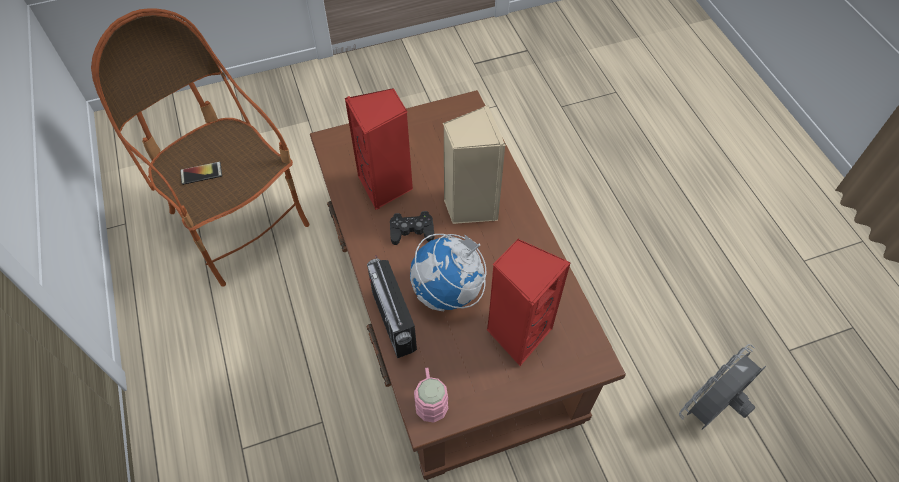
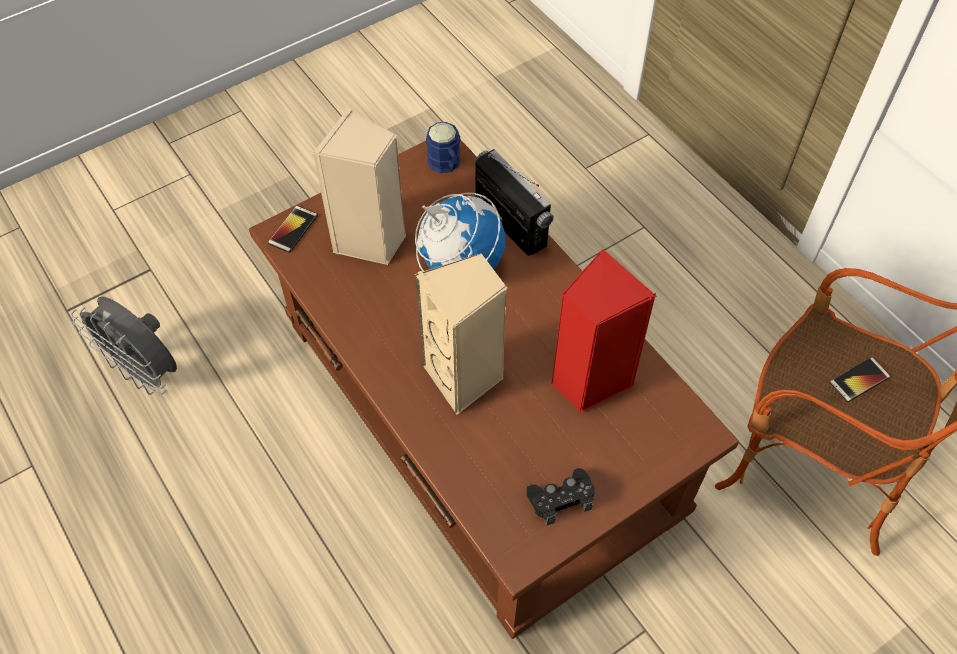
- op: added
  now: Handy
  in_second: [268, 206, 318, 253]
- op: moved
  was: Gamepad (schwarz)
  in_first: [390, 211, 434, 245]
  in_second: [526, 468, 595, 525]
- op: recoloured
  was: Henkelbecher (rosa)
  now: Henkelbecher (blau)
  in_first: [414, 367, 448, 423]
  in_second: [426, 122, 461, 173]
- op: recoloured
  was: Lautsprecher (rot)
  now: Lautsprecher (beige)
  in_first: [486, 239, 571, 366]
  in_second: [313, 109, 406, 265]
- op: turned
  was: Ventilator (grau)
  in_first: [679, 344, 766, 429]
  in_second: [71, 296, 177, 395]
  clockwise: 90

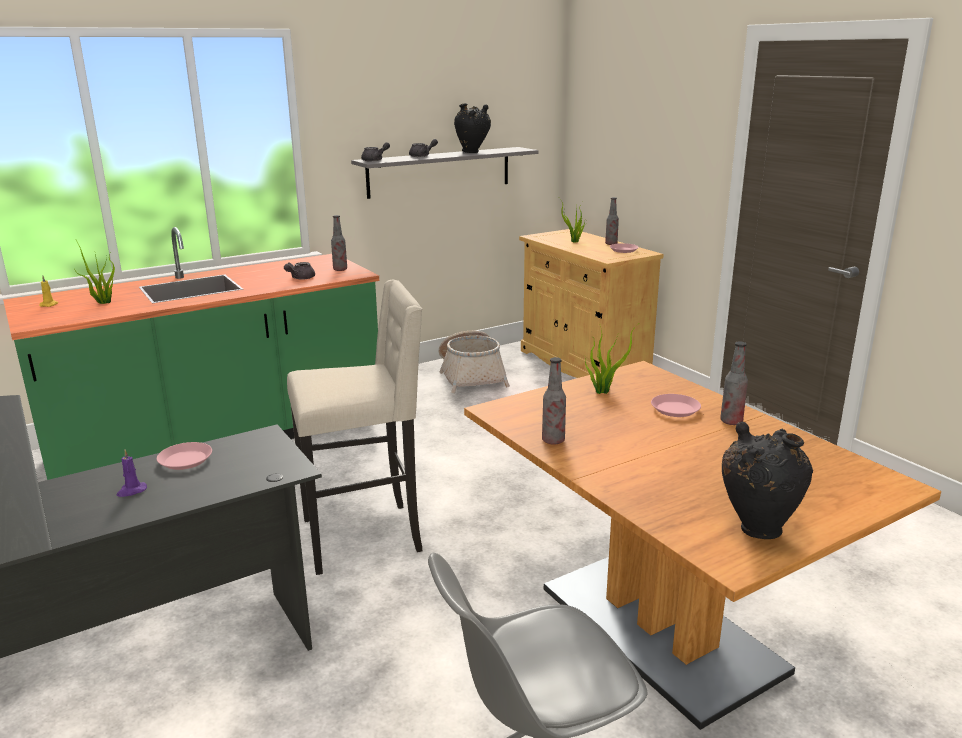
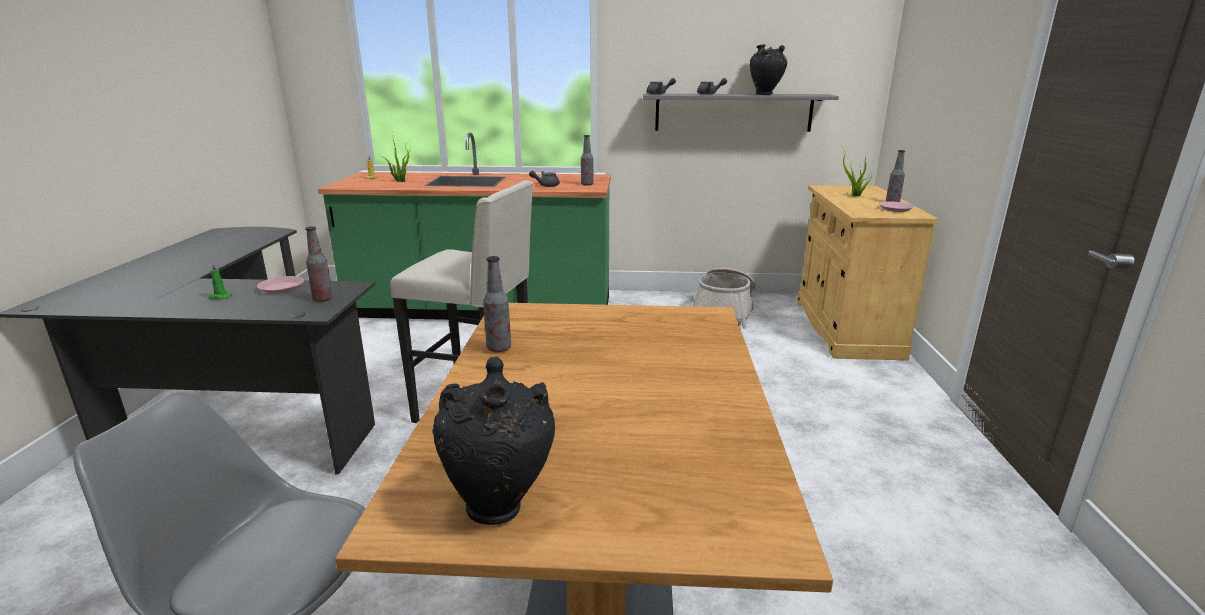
- op: removed
  was: Topfpflanze
  in_first: [585, 325, 637, 394]
- op: removed
  was: Teller (rosa)
  in_first: [651, 394, 701, 417]
- op: moved
  was: Flasche
  in_first: [720, 341, 748, 425]
  in_second: [305, 226, 333, 302]
- op: recoloured
  was: Kerze (lila)
  now: Kerze (grün)
  in_first: [117, 450, 147, 497]
  in_second: [208, 263, 233, 300]

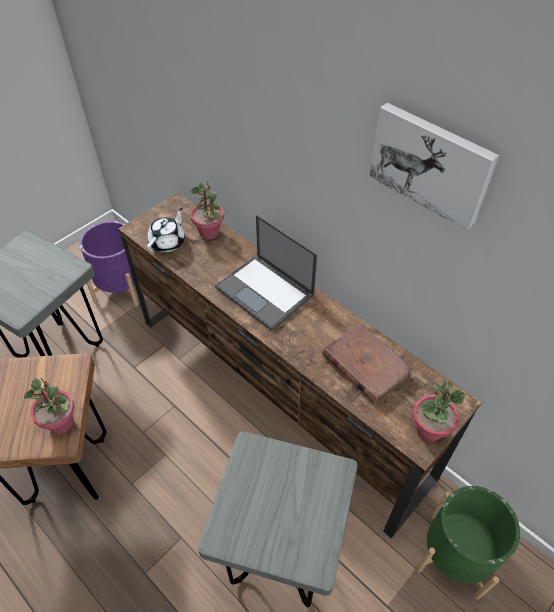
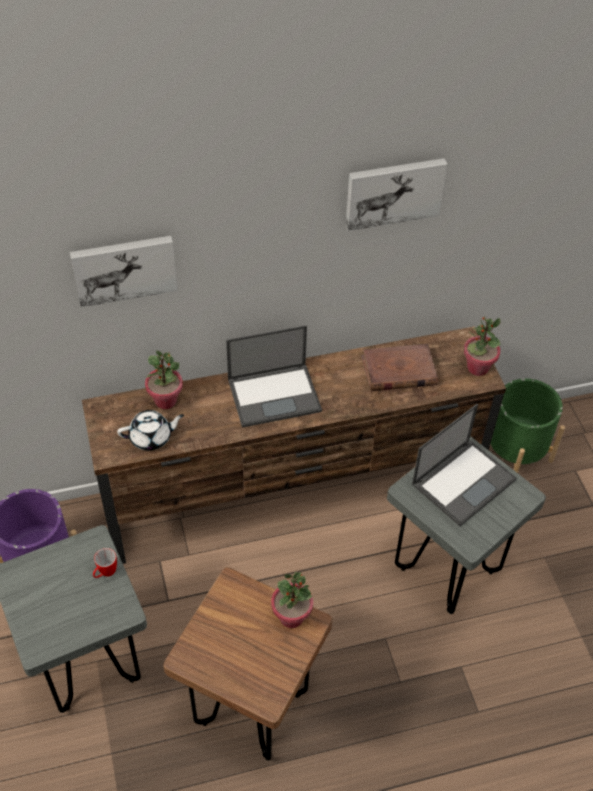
- op: added
  now: Bild
  in_second: [70, 236, 177, 307]
- op: added
  now: Henkelbecher
  in_second: [93, 548, 117, 578]
- op: added
  now: Laptop
  in_second: [412, 404, 516, 526]
- op: turned
  was: Teekanne (weiß)
  in_first: [147, 208, 185, 252]
  in_second: [117, 410, 184, 450]
  clockwise: 105

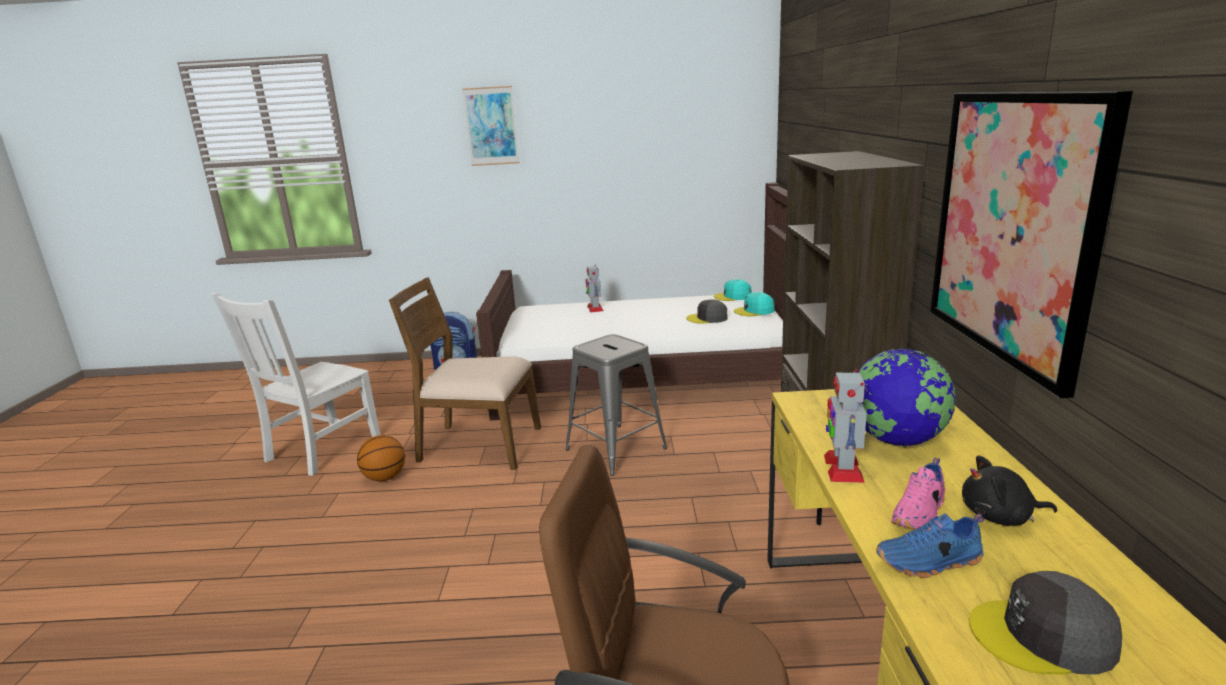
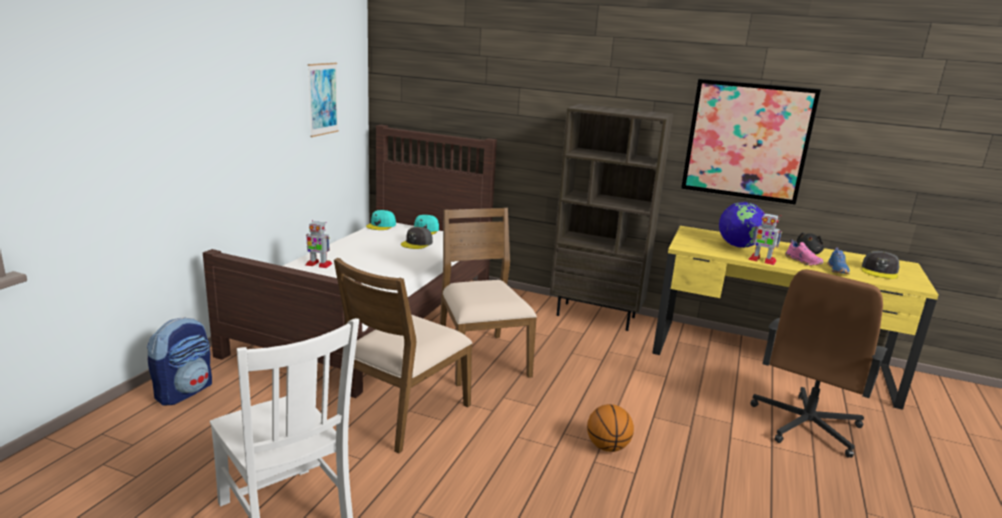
- op: moved
  was: Basketball
  in_first: [357, 435, 405, 481]
  in_second: [587, 404, 634, 452]
- op: moved
  was: Bild
  in_first: [462, 86, 519, 166]
  in_second: [308, 63, 339, 137]
- op: replaced
  was: Hocker (grau)
  now: Stuhl (braun)
  in_first: [565, 334, 667, 476]
  in_second: [440, 208, 537, 386]

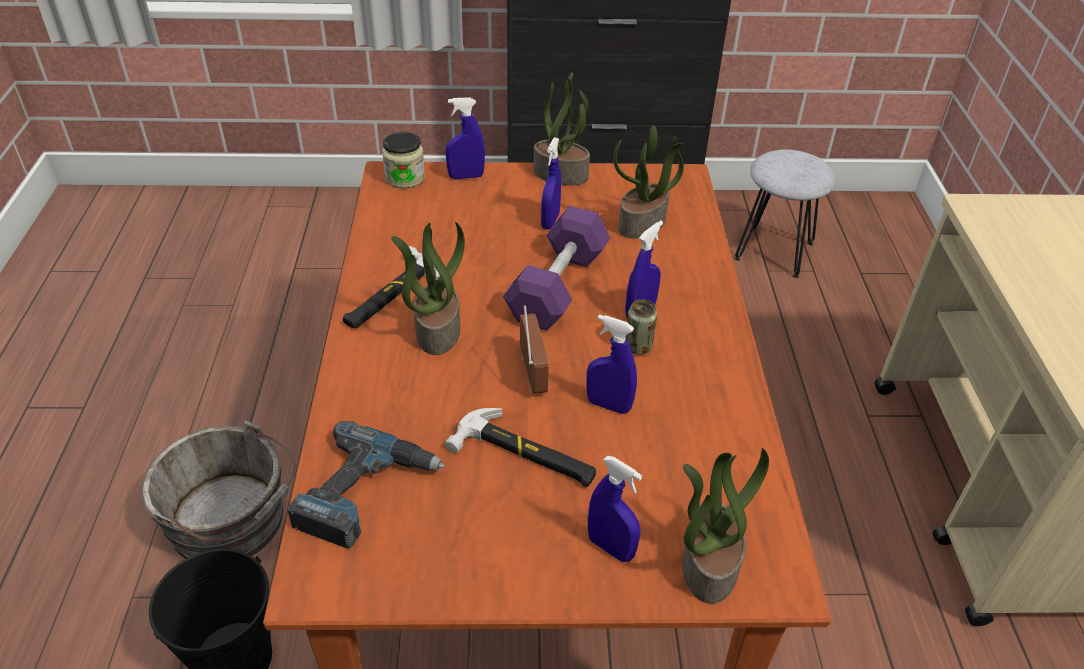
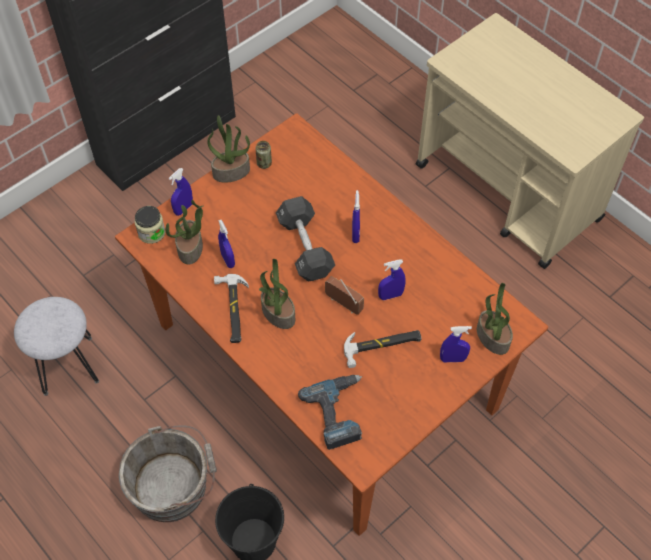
- op: moved
  was: Sprühflasche (blau)
  in_first: [541, 137, 561, 229]
  in_second: [218, 220, 235, 268]
- op: moved
  was: Topfpflanze
  in_first: [613, 125, 684, 239]
  in_second: [166, 200, 204, 264]
- op: moved
  was: Dose
  in_first: [625, 300, 657, 355]
  in_second: [255, 141, 272, 169]
- op: moved
  was: Hocker (grau)
  in_first: [735, 150, 836, 278]
  in_second: [14, 297, 99, 396]
- op: recoloured
  was: Hantel (lila)
  now: Hantel (schwarz)
  in_first: [503, 206, 610, 331]
  in_second: [276, 196, 335, 281]

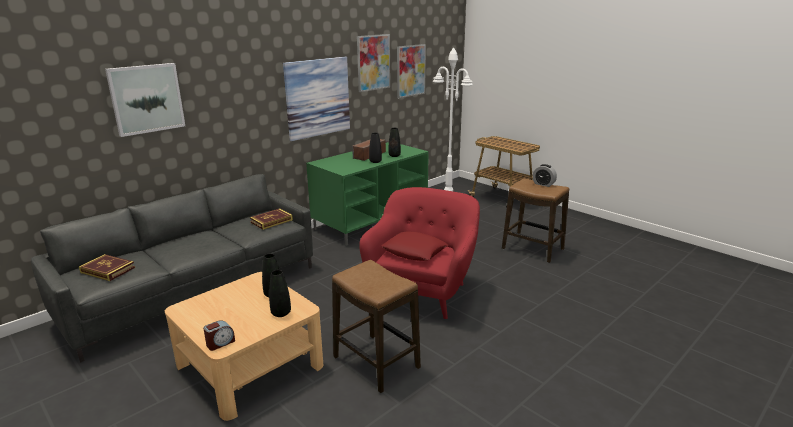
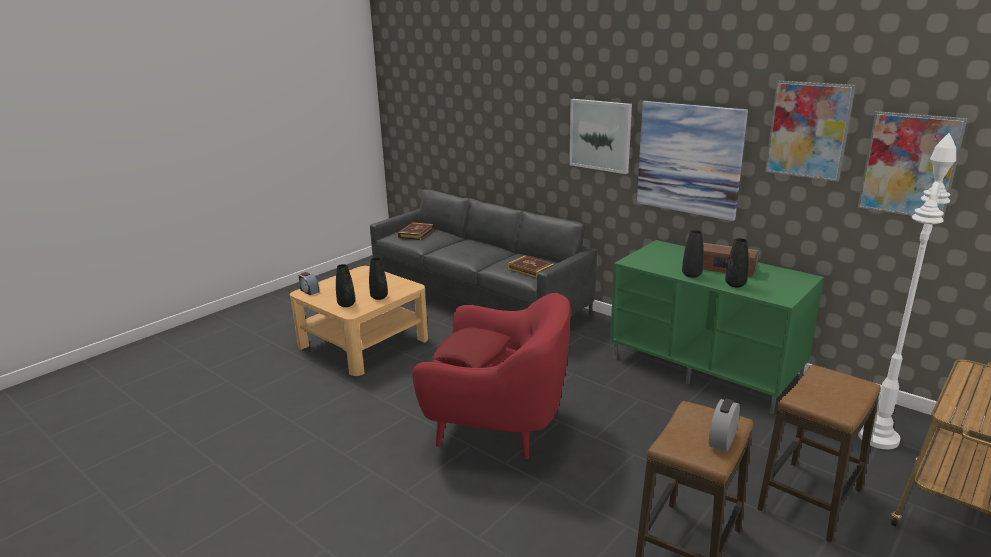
- op: moved
  was: Bild
  in_first: [105, 63, 185, 137]
  in_second: [569, 99, 632, 174]
- op: moved
  was: Hocker
  in_first: [332, 260, 421, 393]
  in_second: [757, 365, 881, 543]

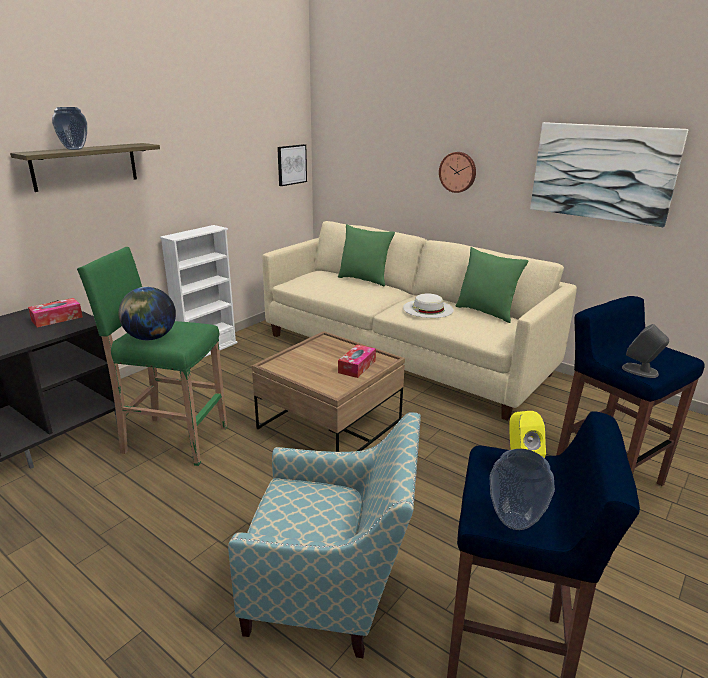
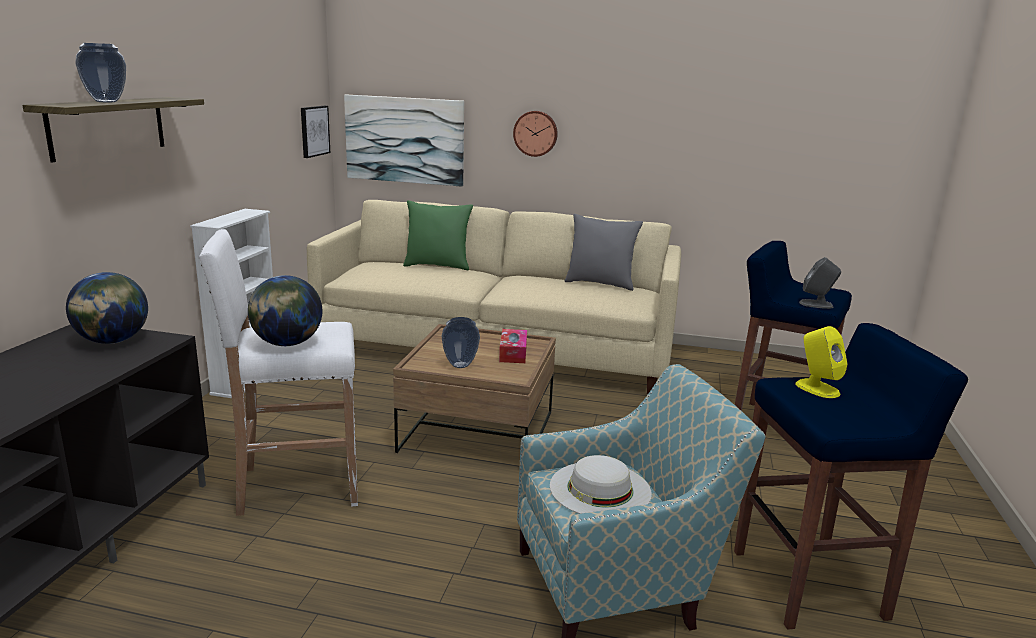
- op: moved
  was: Hut (weiß)
  in_first: [403, 293, 454, 318]
  in_second: [550, 455, 652, 514]
- op: moved
  was: Vase
  in_first: [490, 449, 555, 530]
  in_second: [441, 317, 480, 368]
- op: moved
  was: Bild
  in_first: [530, 122, 689, 227]
  in_second: [344, 95, 464, 187]
- op: replaced
  was: Taschentuchbox
  now: Globus
  in_first: [28, 298, 83, 327]
  in_second: [66, 272, 148, 344]
- op: recoloured
  was: Hocker (grün)
  now: Hocker (weiß)
  in_first: [77, 247, 227, 466]
  in_second: [199, 229, 358, 516]
- op: recoloured
  was: Kissen (grün)
  now: Kissen (grau)
  in_first: [456, 247, 528, 323]
  in_second: [564, 214, 643, 291]

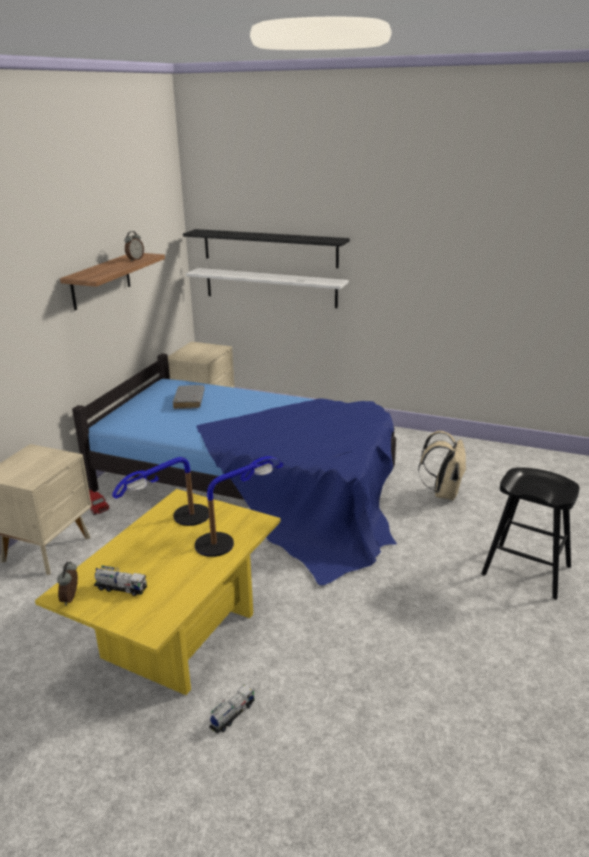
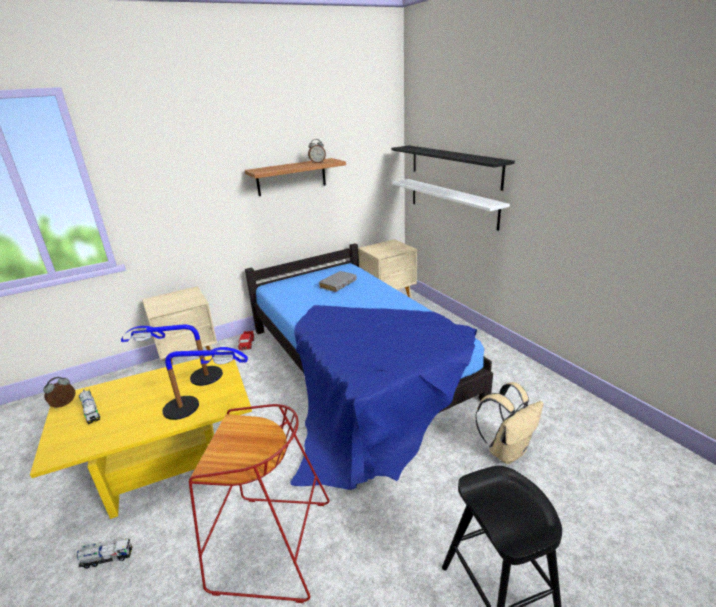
- op: added
  now: Hocker (rot)
  in_second: [189, 404, 330, 603]

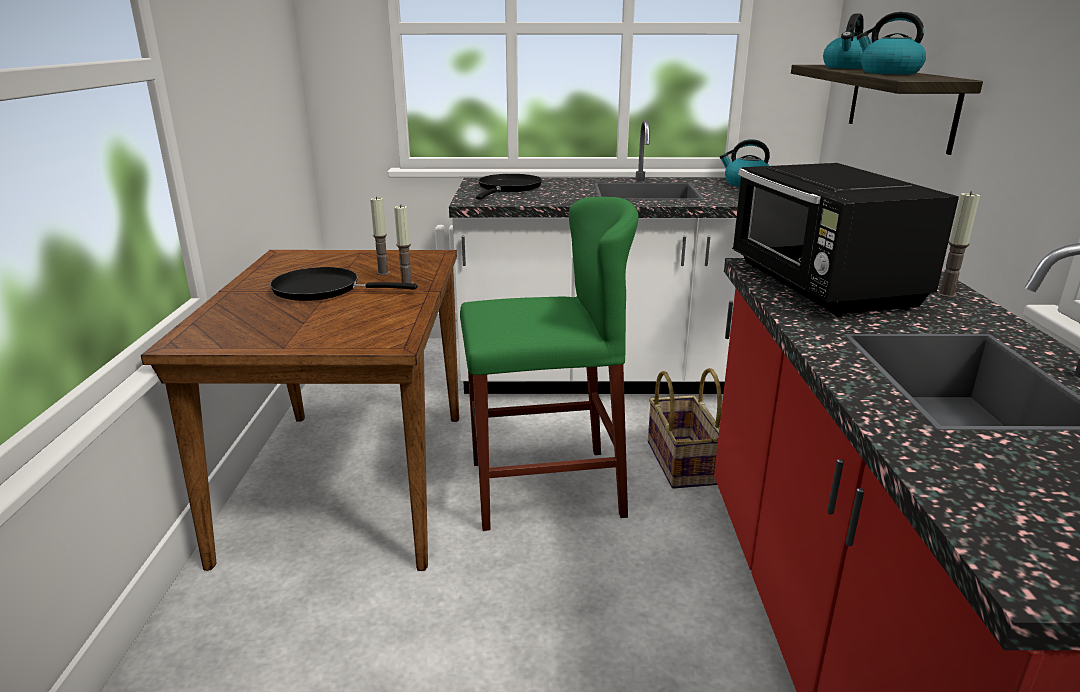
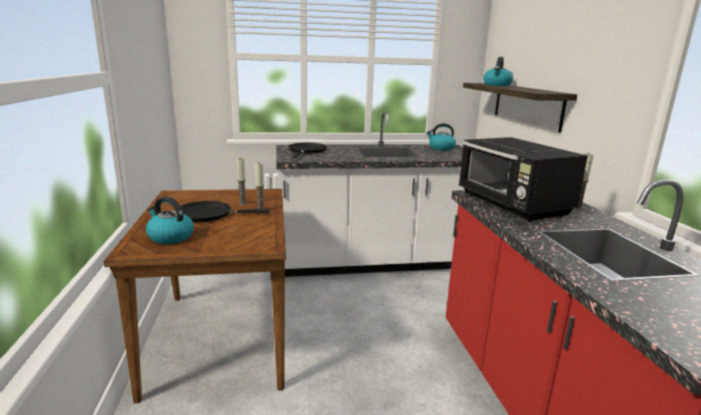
- op: removed
  was: Hocker (grün)
  in_first: [460, 197, 638, 531]
- op: removed
  was: Korb
  in_first: [648, 368, 722, 489]
- op: moved
  was: Wasserkessel
  in_first: [857, 12, 926, 74]
  in_second: [146, 197, 194, 244]

